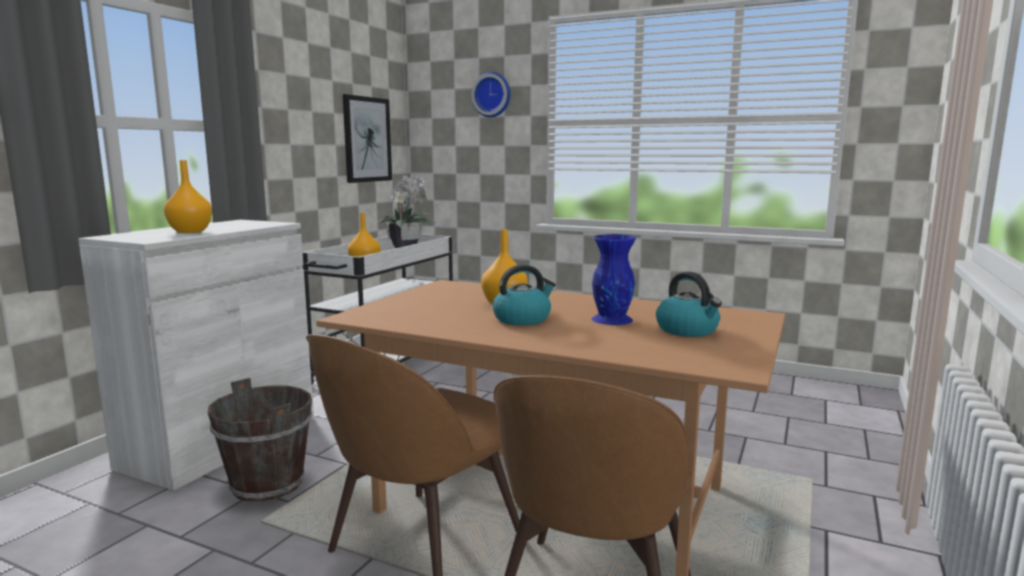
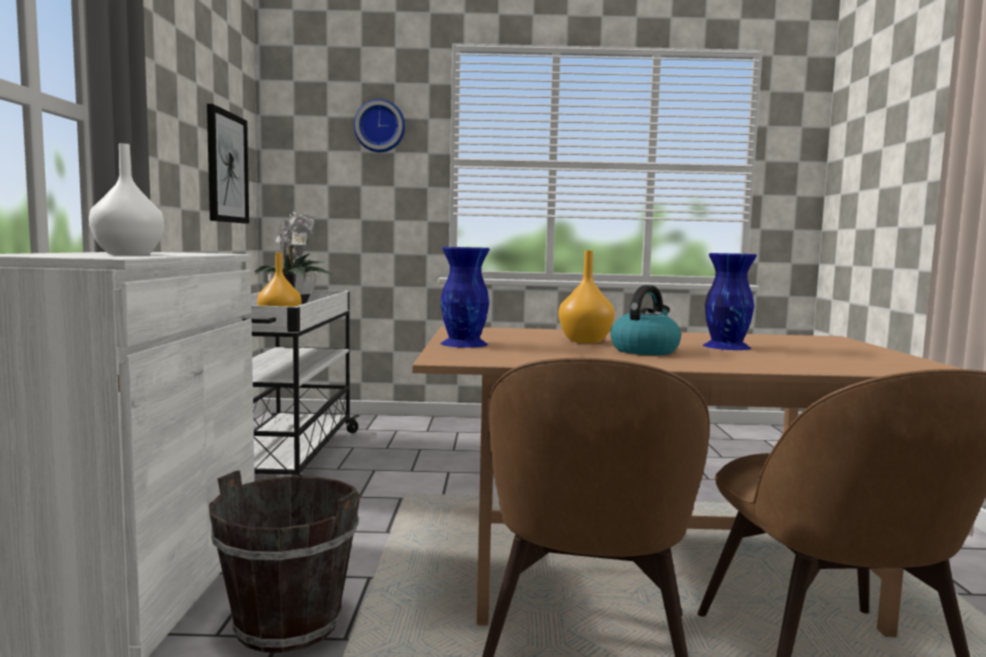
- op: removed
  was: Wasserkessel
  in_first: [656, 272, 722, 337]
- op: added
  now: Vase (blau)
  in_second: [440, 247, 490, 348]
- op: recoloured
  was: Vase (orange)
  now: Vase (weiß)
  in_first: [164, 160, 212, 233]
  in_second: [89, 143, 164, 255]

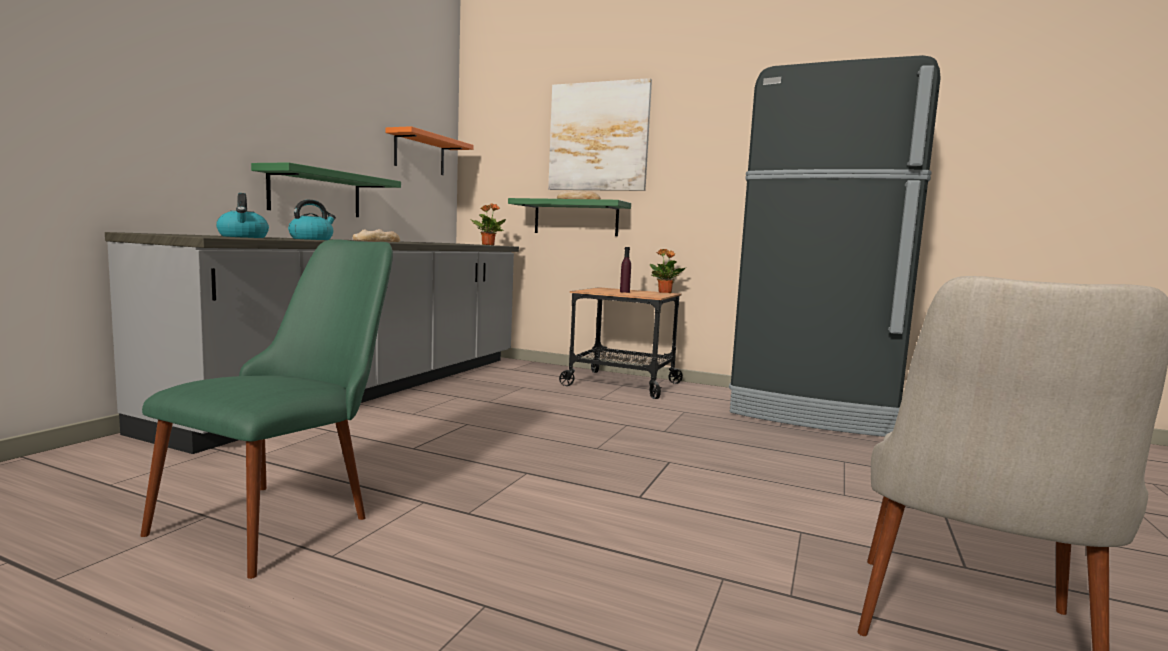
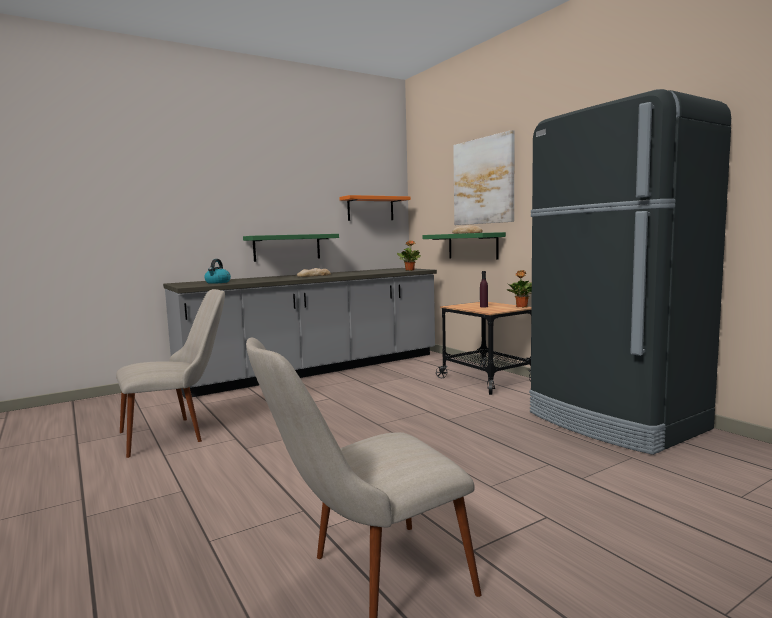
- op: removed
  was: Wasserkessel
  in_first: [288, 200, 336, 240]
- op: recoloured
  was: Stuhl (grün)
  now: Stuhl (beige)
  in_first: [140, 239, 393, 579]
  in_second: [116, 289, 225, 458]

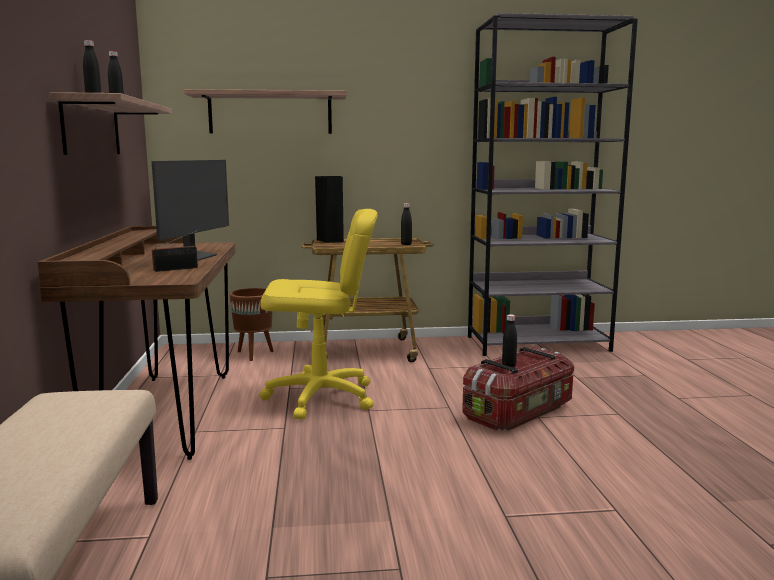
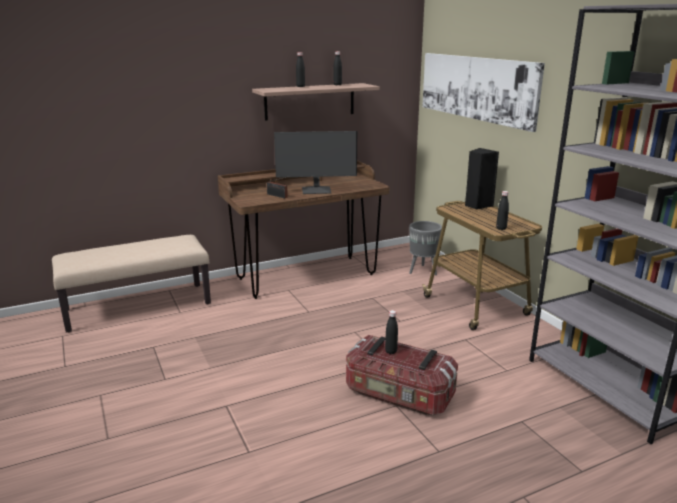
- op: removed
  was: Bürostuhl (gelb)
  in_first: [259, 209, 378, 420]
- op: replaced
  was: Wandregal
  now: Bild
  in_first: [184, 89, 347, 134]
  in_second: [422, 53, 545, 132]
- op: recoloured
  was: Pflanzkübel (braun)
  now: Pflanzkübel (grau)
  in_first: [229, 288, 273, 361]
  in_second: [409, 221, 442, 275]

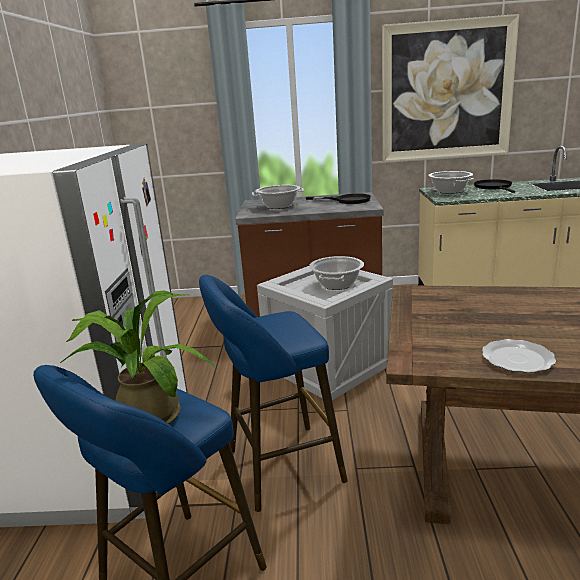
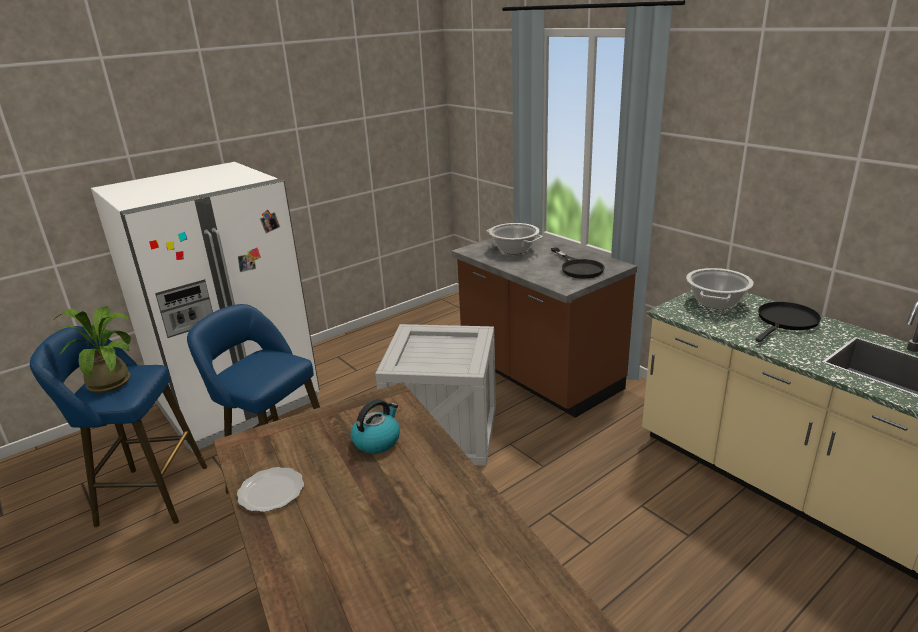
- op: removed
  was: Kochtopf
  in_first: [309, 256, 364, 290]
- op: removed
  was: Bild
  in_first: [382, 14, 519, 162]
- op: added
  now: Wasserkessel
  in_second: [351, 399, 400, 453]

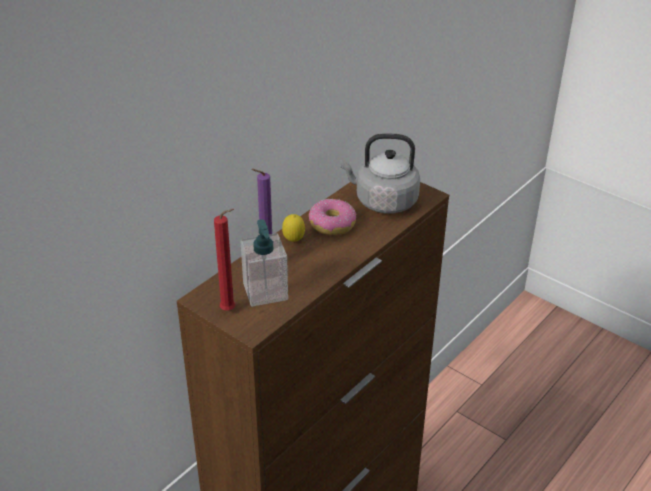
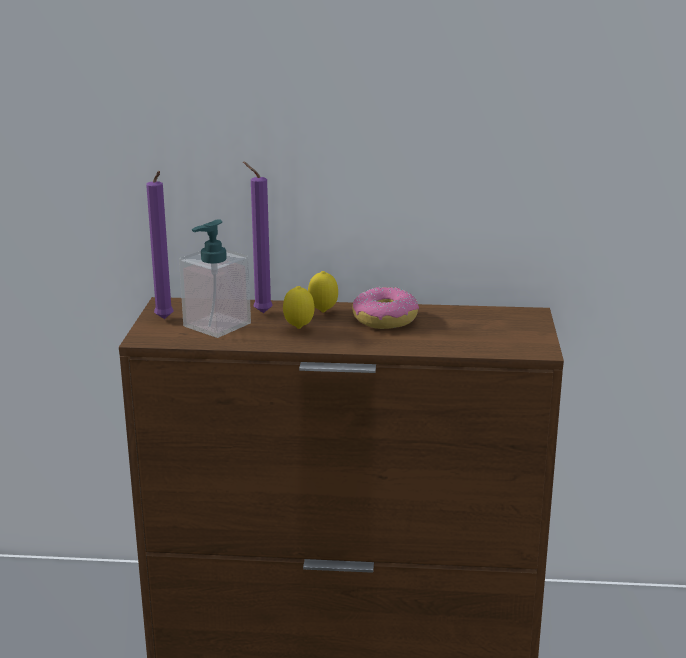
- op: removed
  was: Wasserkessel (grau)
  in_first: [340, 134, 420, 214]
- op: added
  now: Zitrone
  in_second: [283, 286, 314, 329]
- op: recoloured
  was: Kerze (rot)
  now: Kerze (lila)
  in_first: [214, 209, 235, 310]
  in_second: [146, 171, 173, 319]

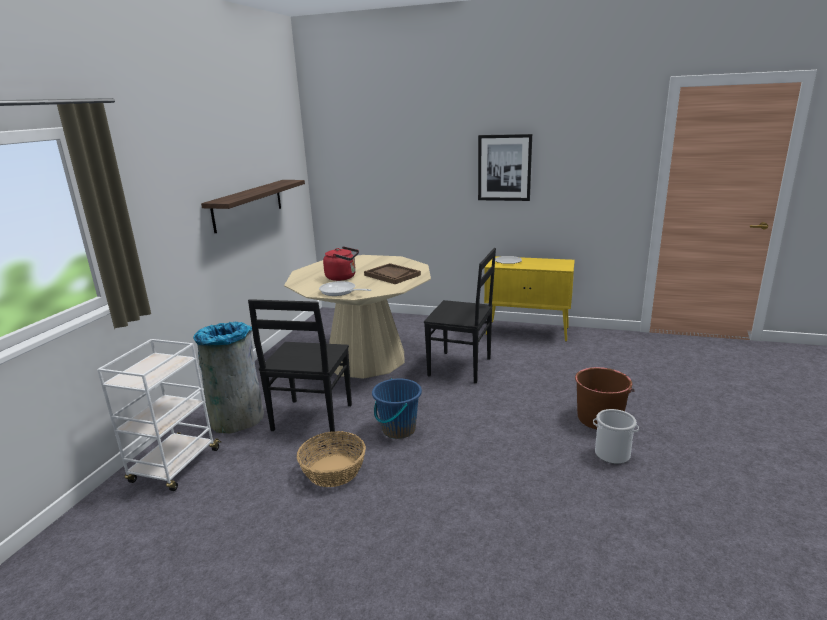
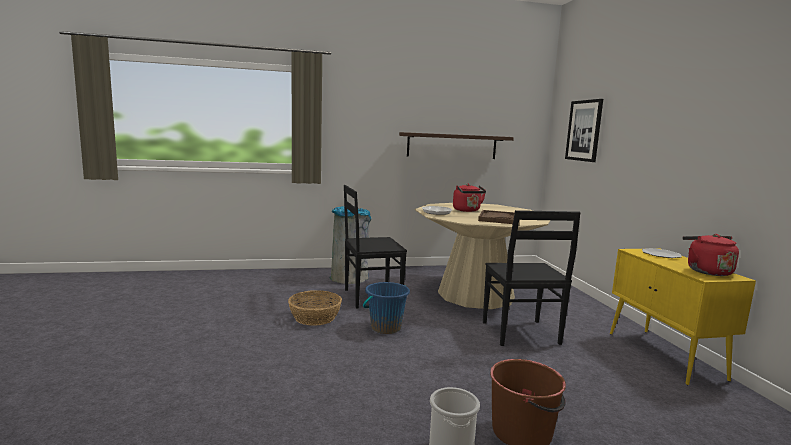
- op: removed
  was: Rollwagen (weiß)
  in_first: [97, 339, 221, 491]
- op: added
  now: Wasserkessel (rot)
  in_second: [683, 234, 739, 276]
- op: moved
  was: Bild
  in_first: [478, 134, 532, 201]
  in_second: [565, 99, 603, 162]

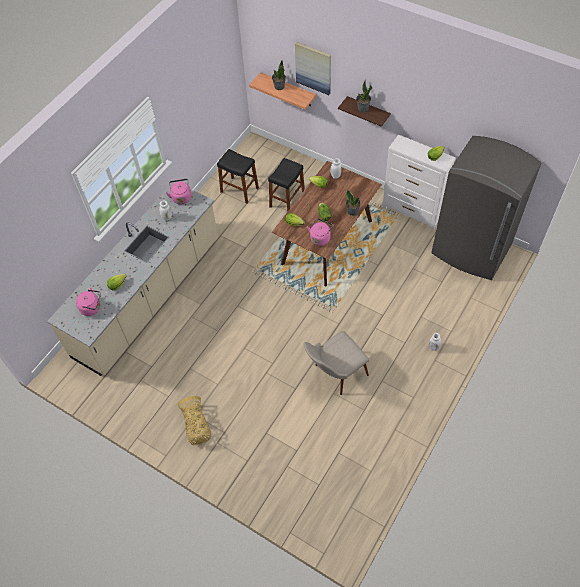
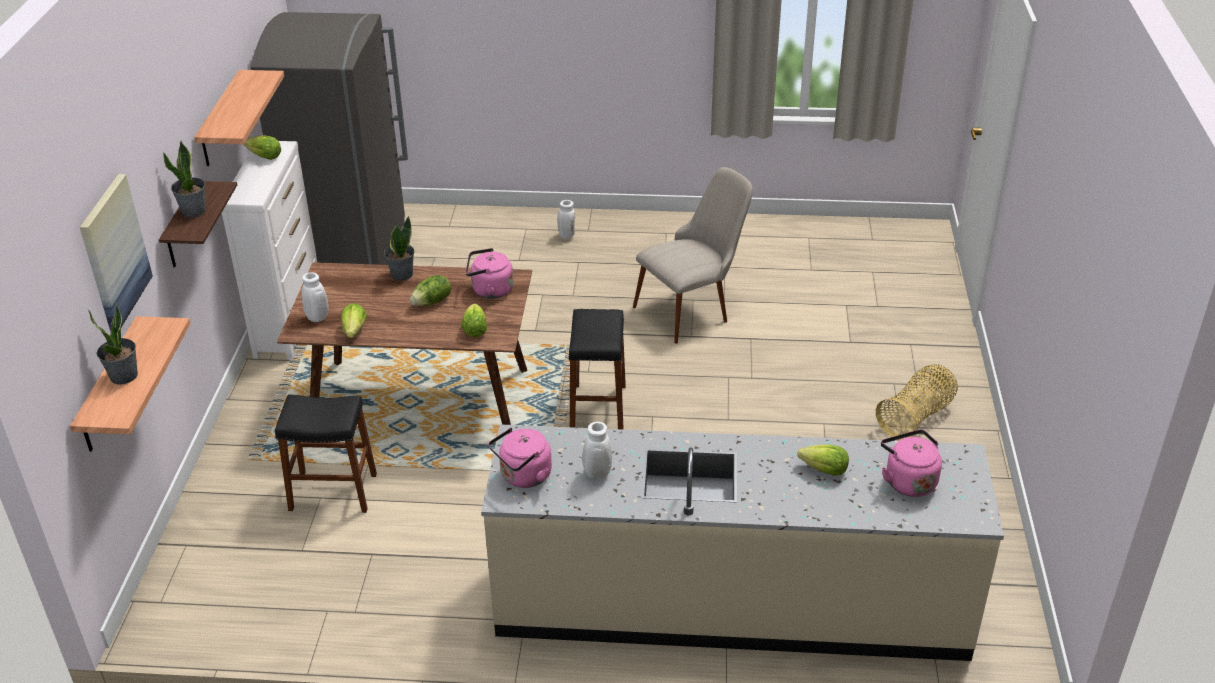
- op: added
  now: Wandregal
  in_second: [194, 70, 284, 166]
- op: moved
  was: Hocker (schwarz)
  in_first: [217, 149, 259, 204]
  in_second: [568, 309, 626, 430]
- op: turned
  was: Stuhl (beige)
  in_first: [303, 331, 369, 395]
  in_second: [633, 167, 753, 344]
  clockwise: -60

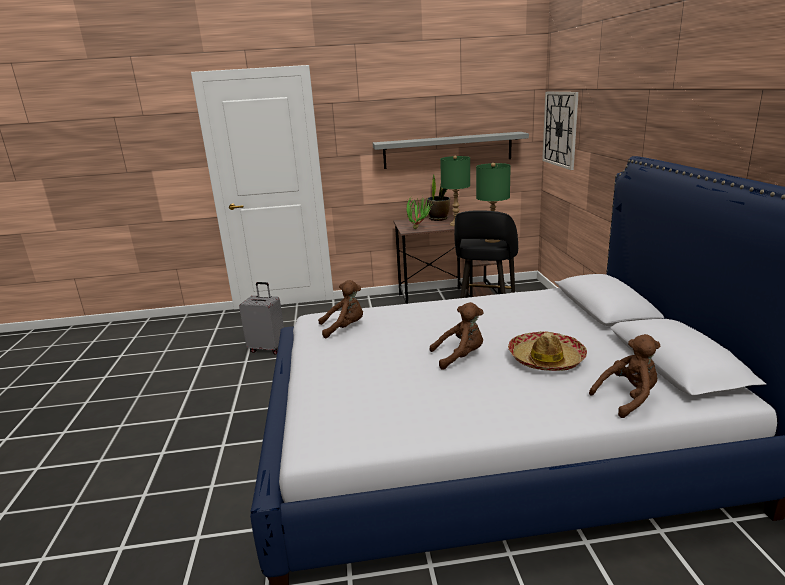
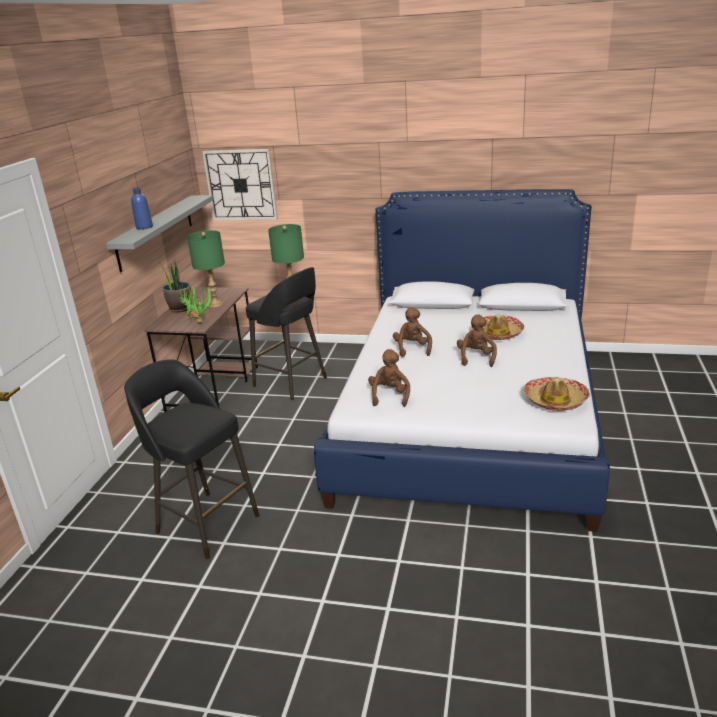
- op: added
  now: Flasche (blau)
  in_second: [131, 188, 153, 229]
- op: added
  now: Hut
  in_second: [524, 377, 590, 411]
- op: moved
  was: Plüschtier (braun)
  in_first: [589, 334, 661, 418]
  in_second: [393, 307, 432, 357]
- op: replaced
  was: Koffer (grau)
  now: Hocker (schwarz)
  in_first: [239, 282, 284, 355]
  in_second: [124, 359, 259, 559]

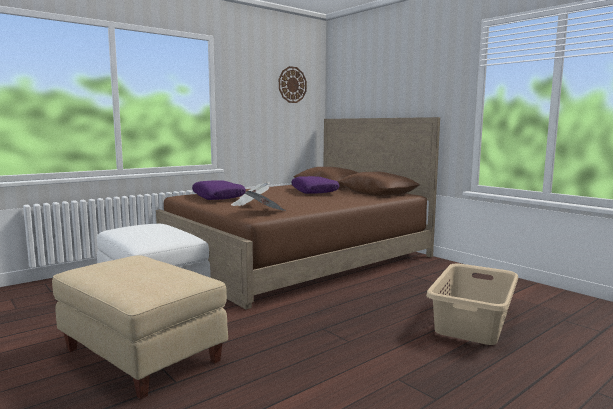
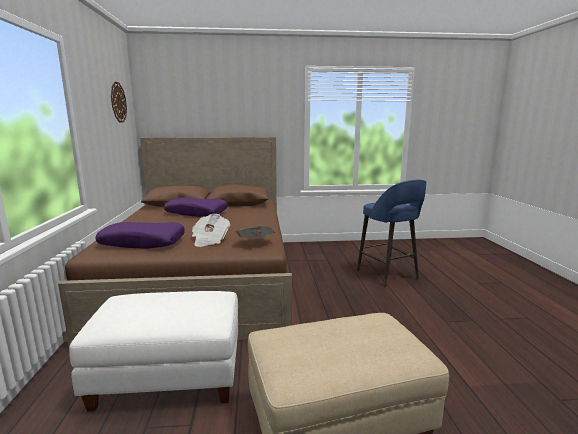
- op: replaced
  was: Wäschekorb (beige)
  now: Hocker (blau)
  in_first: [426, 263, 518, 345]
  in_second: [357, 180, 426, 287]

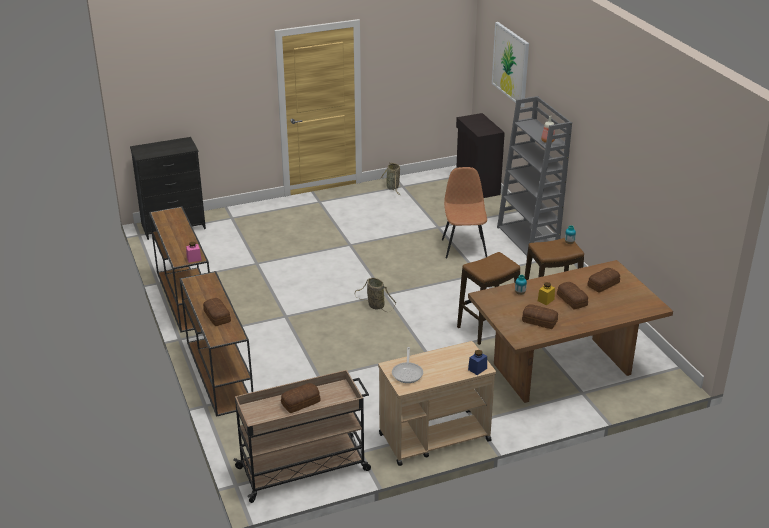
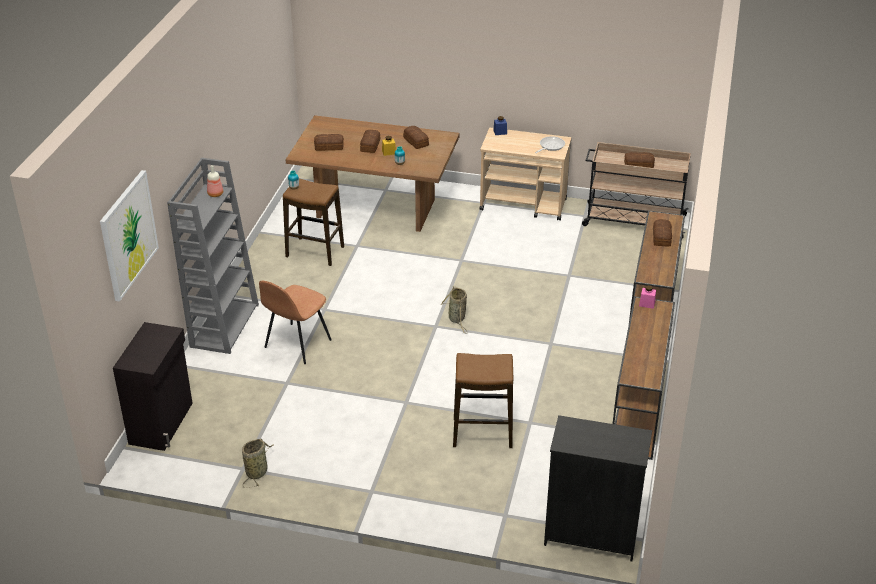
- op: moved
  was: Hocker
  in_first: [457, 252, 520, 345]
  in_second: [453, 353, 513, 448]

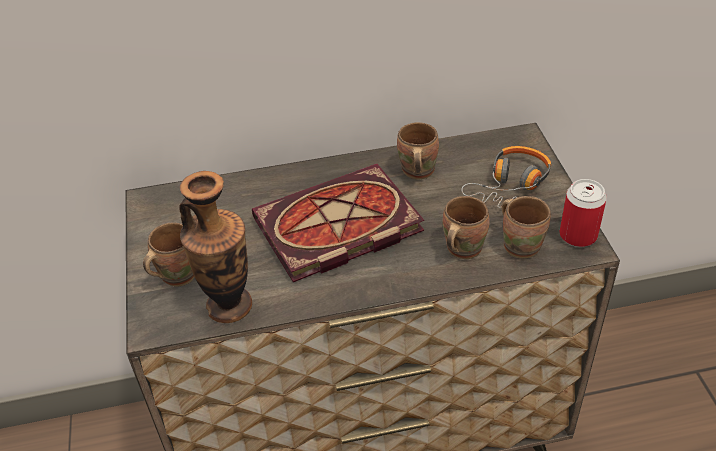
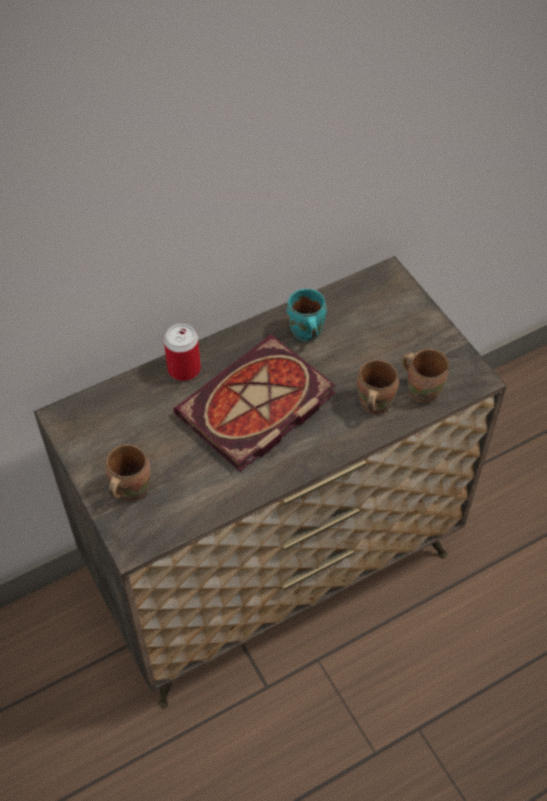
- op: removed
  was: Vase
  in_first: [179, 171, 252, 323]
- op: removed
  was: Kopfhörer
  in_first: [462, 146, 551, 208]
- op: moved
  was: Dose
  in_first: [559, 179, 607, 247]
  in_second: [164, 324, 201, 381]
- op: recoloured
  was: Henkelbecher (braun)
  now: Henkelbecher (türkis)
  in_first: [397, 122, 439, 179]
  in_second: [287, 289, 327, 341]

